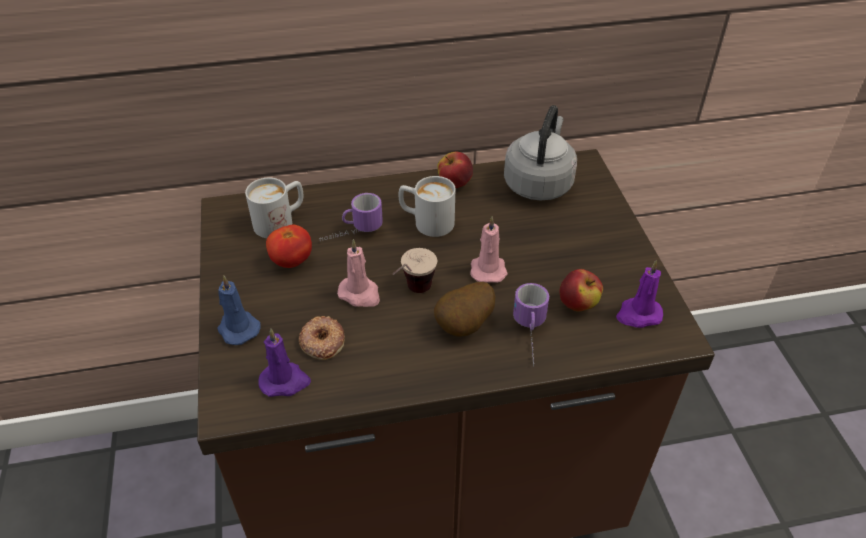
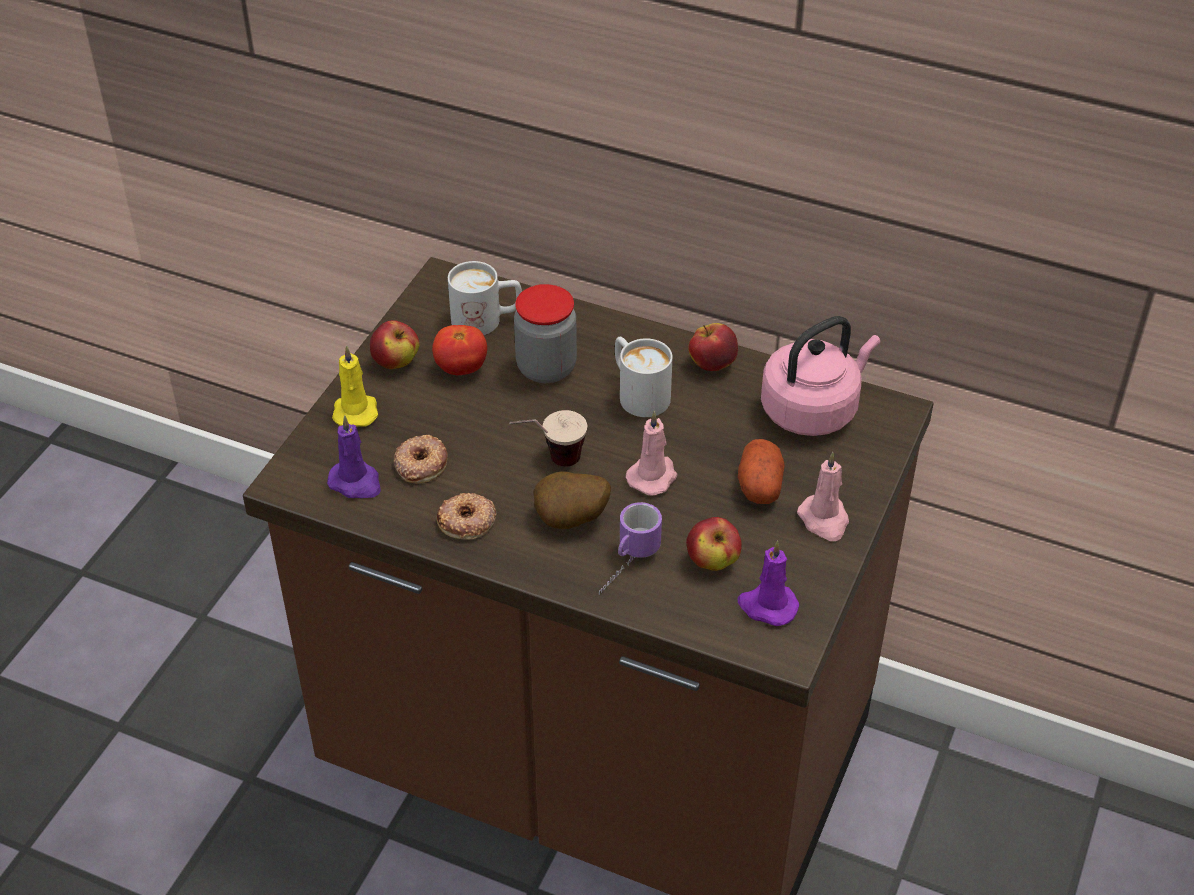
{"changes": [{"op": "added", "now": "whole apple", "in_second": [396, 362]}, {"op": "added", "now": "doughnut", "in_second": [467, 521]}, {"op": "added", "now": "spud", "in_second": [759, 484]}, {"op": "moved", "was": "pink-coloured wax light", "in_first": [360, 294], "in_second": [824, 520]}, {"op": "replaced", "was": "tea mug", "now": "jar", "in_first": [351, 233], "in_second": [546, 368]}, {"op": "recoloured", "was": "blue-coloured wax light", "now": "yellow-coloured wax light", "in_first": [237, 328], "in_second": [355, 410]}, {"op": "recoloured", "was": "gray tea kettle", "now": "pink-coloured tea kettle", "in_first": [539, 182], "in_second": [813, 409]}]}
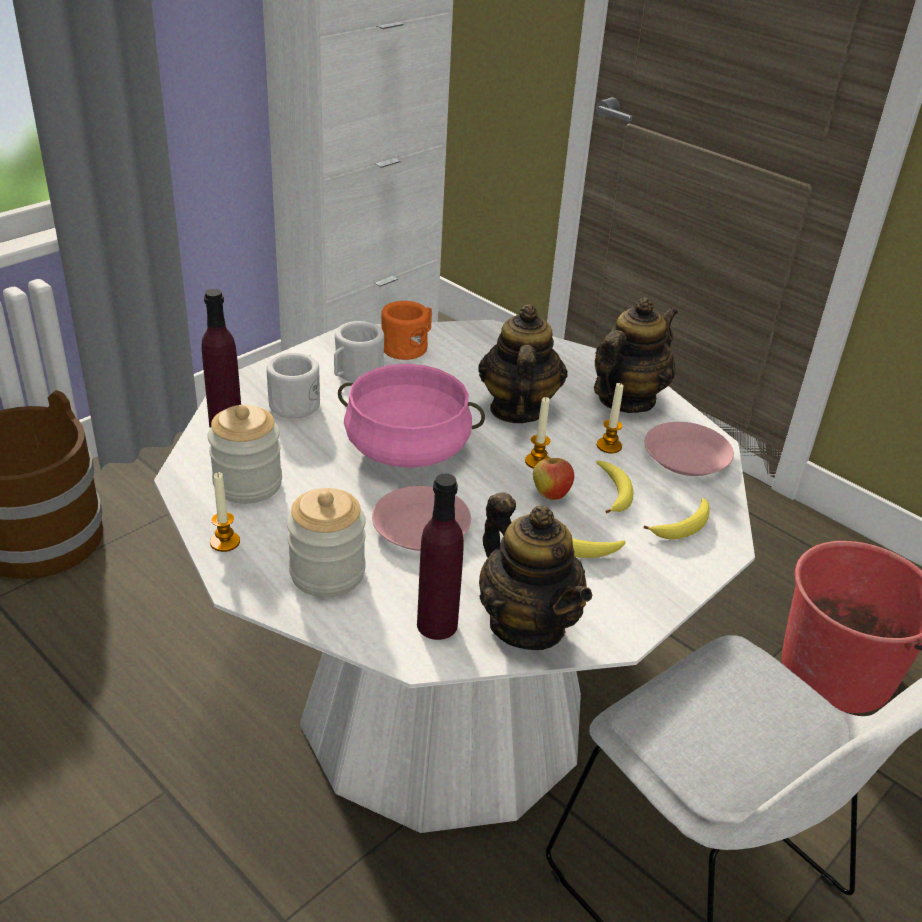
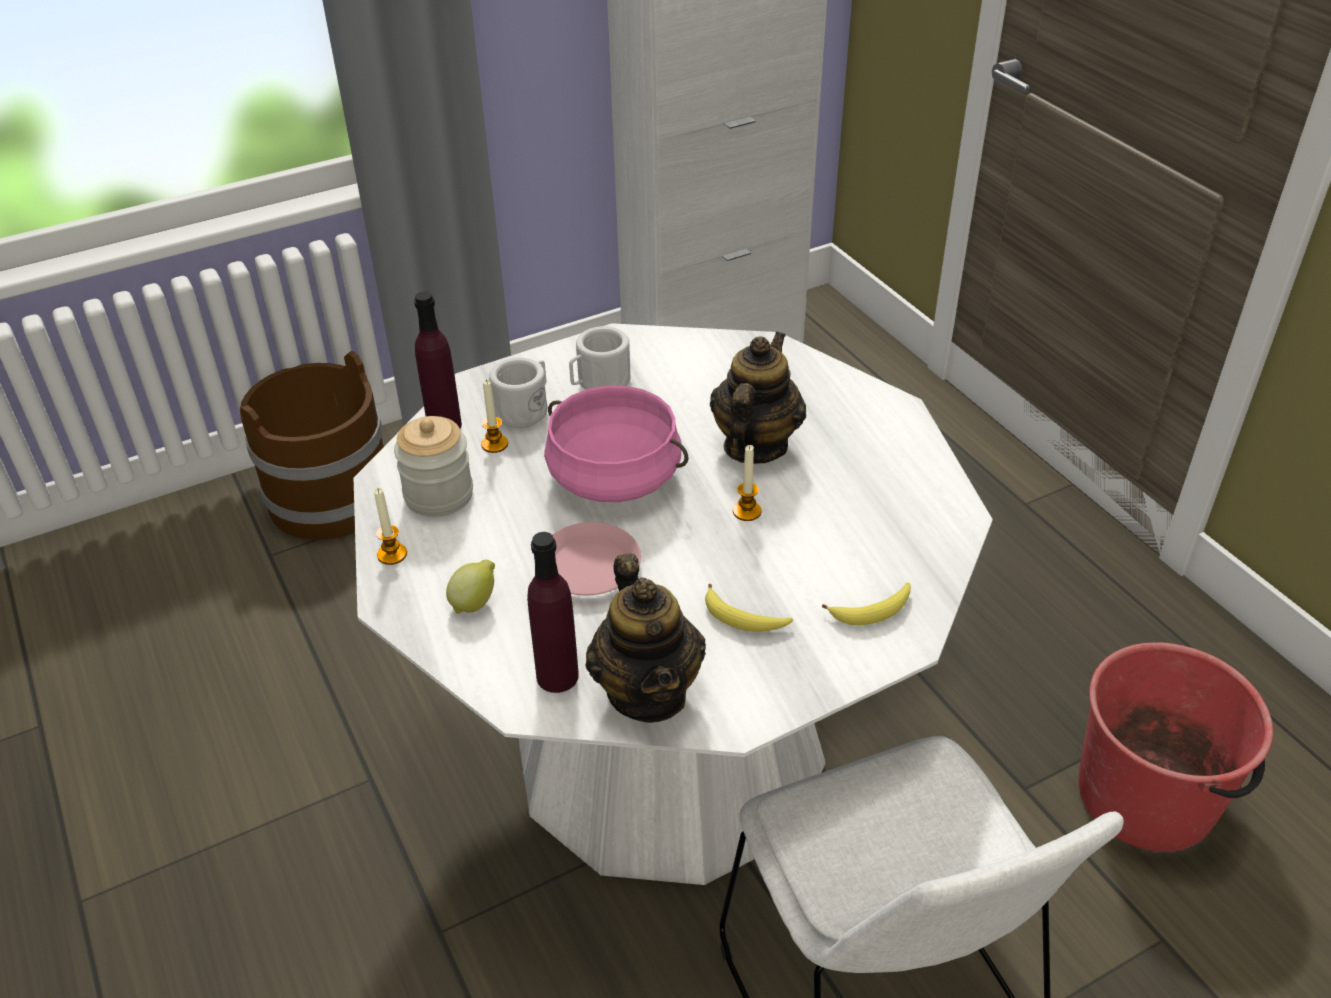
{"changes": [{"op": "removed", "was": "orange-coloured tea mug", "in_first": [408, 347]}, {"op": "removed", "was": "whole apple", "in_first": [550, 494]}, {"op": "removed", "was": "pot for tea", "in_first": [626, 400]}, {"op": "removed", "was": "banana", "in_first": [613, 492]}, {"op": "removed", "was": "pink-coloured plate", "in_first": [686, 456]}, {"op": "moved", "was": "wax light", "in_first": [609, 446], "in_second": [494, 444]}, {"op": "replaced", "was": "jar", "now": "lemon", "in_first": [327, 573], "in_second": [475, 603]}]}
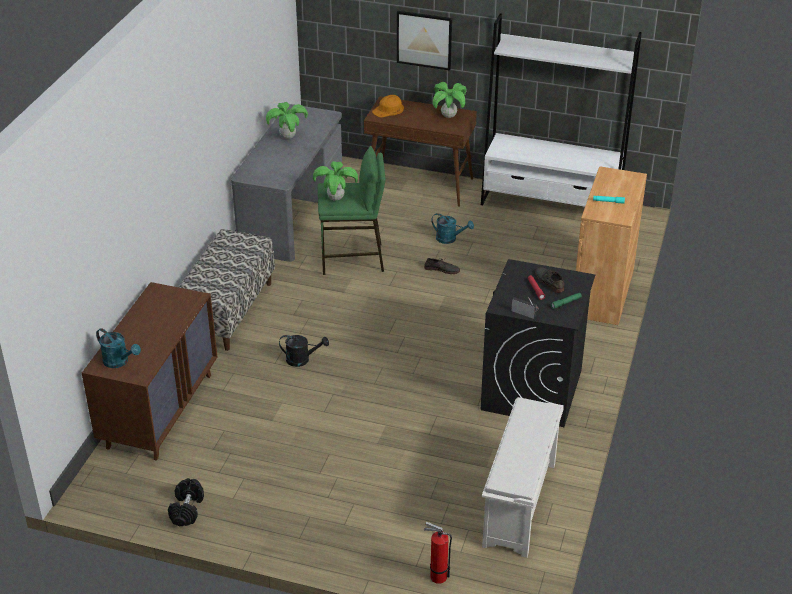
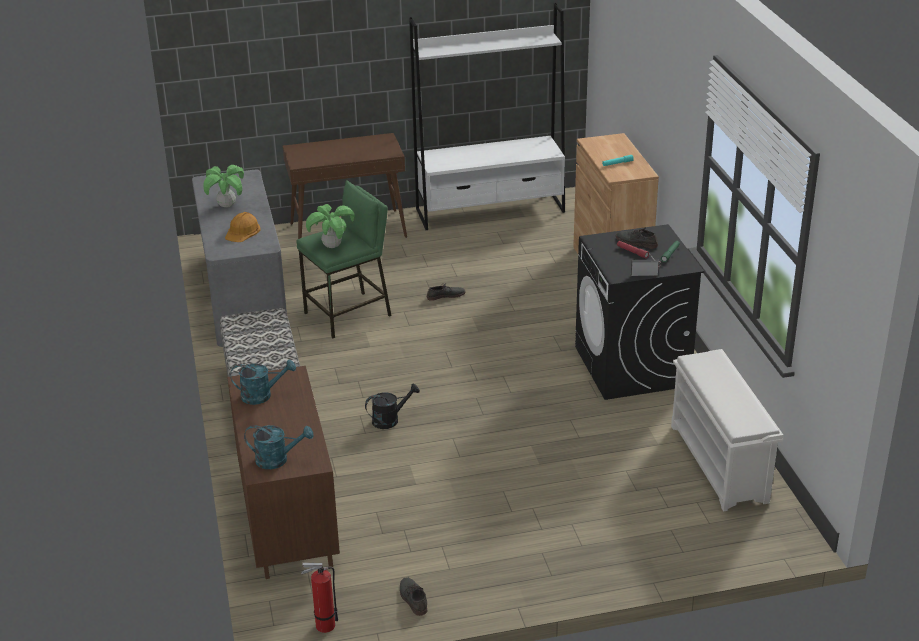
{"changes": [{"op": "removed", "was": "wall picture", "in_first": [424, 40]}, {"op": "removed", "was": "plant in a pot", "in_first": [448, 116]}, {"op": "moved", "was": "orange-coloured hard hat", "in_first": [388, 110], "in_second": [243, 231]}, {"op": "moved", "was": "extinguisher", "in_first": [436, 576], "in_second": [322, 626]}, {"op": "moved", "was": "blue-green watering pot", "in_first": [450, 239], "in_second": [262, 395]}, {"op": "replaced", "was": "blackish free weight", "now": "gray item of footwear", "in_first": [186, 509], "in_second": [412, 598]}]}
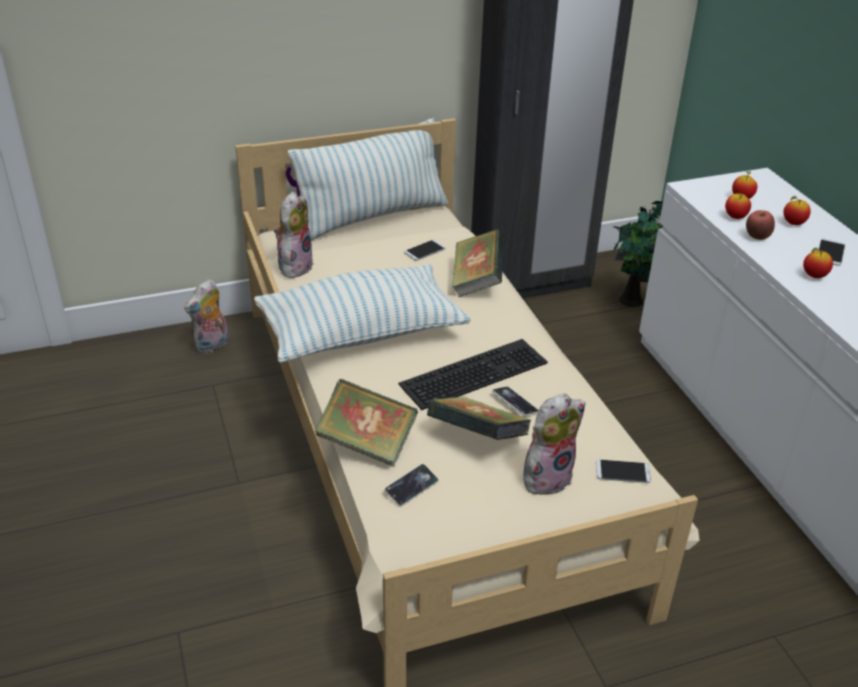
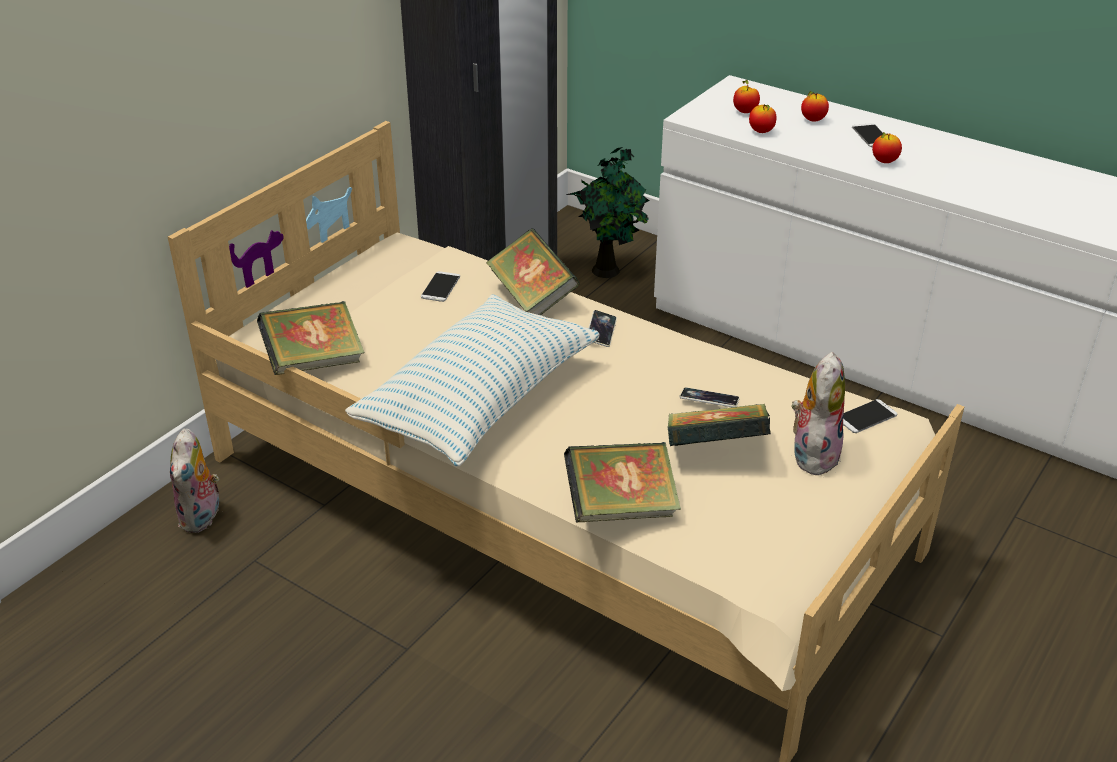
{"changes": [{"op": "removed", "was": "pillow", "in_first": [372, 217]}, {"op": "removed", "was": "PC keyboard", "in_first": [474, 371]}, {"op": "removed", "was": "whole apple", "in_first": [757, 237]}, {"op": "moved", "was": "handset", "in_first": [411, 488], "in_second": [601, 331]}, {"op": "replaced", "was": "cuddly toy", "now": "bound book", "in_first": [294, 266], "in_second": [314, 362]}]}
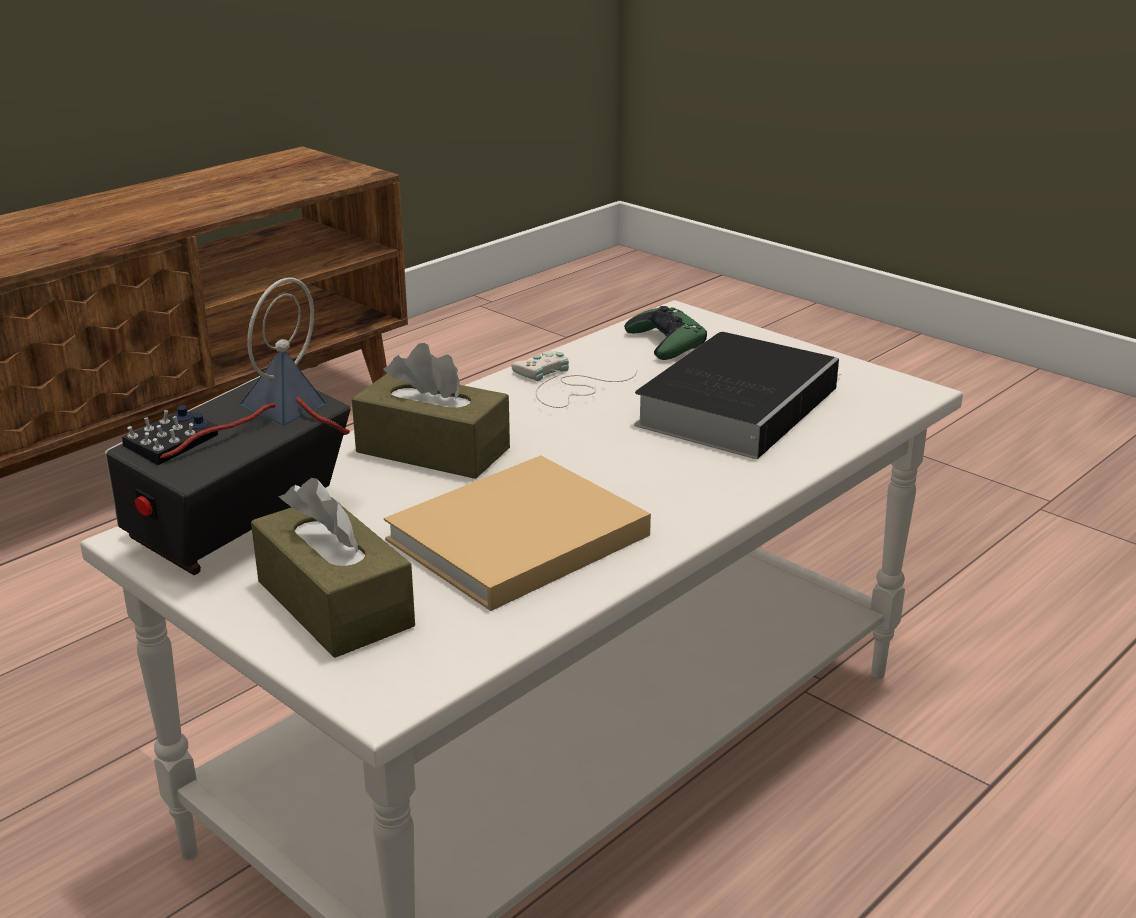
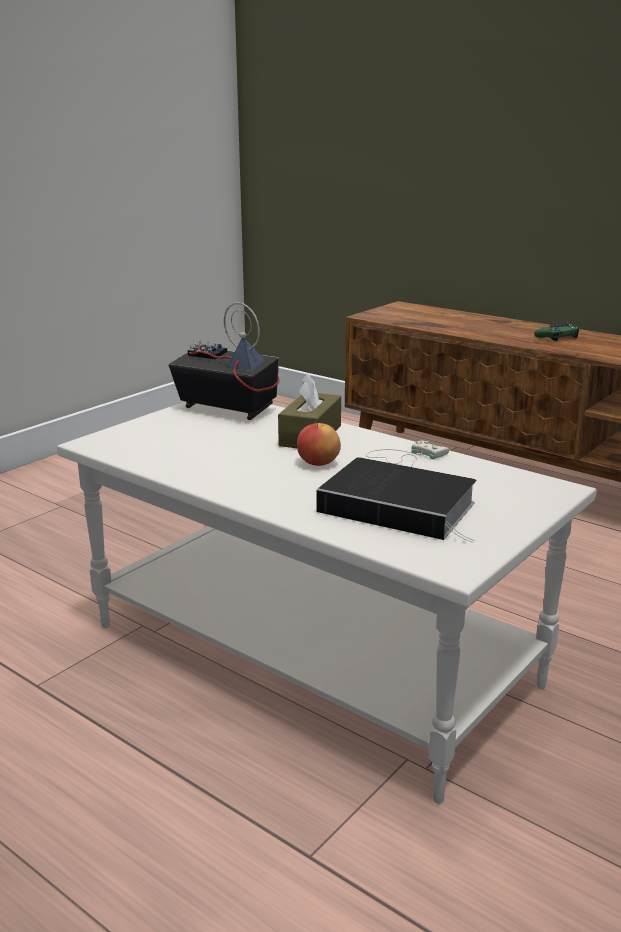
{"changes": [{"op": "removed", "was": "brown-coloured tissue box", "in_first": [334, 603]}, {"op": "removed", "was": "beige bound book", "in_first": [512, 540]}, {"op": "added", "now": "whole apple", "in_second": [318, 463]}, {"op": "moved", "was": "greenish gamepad", "in_first": [666, 343], "in_second": [557, 337]}]}
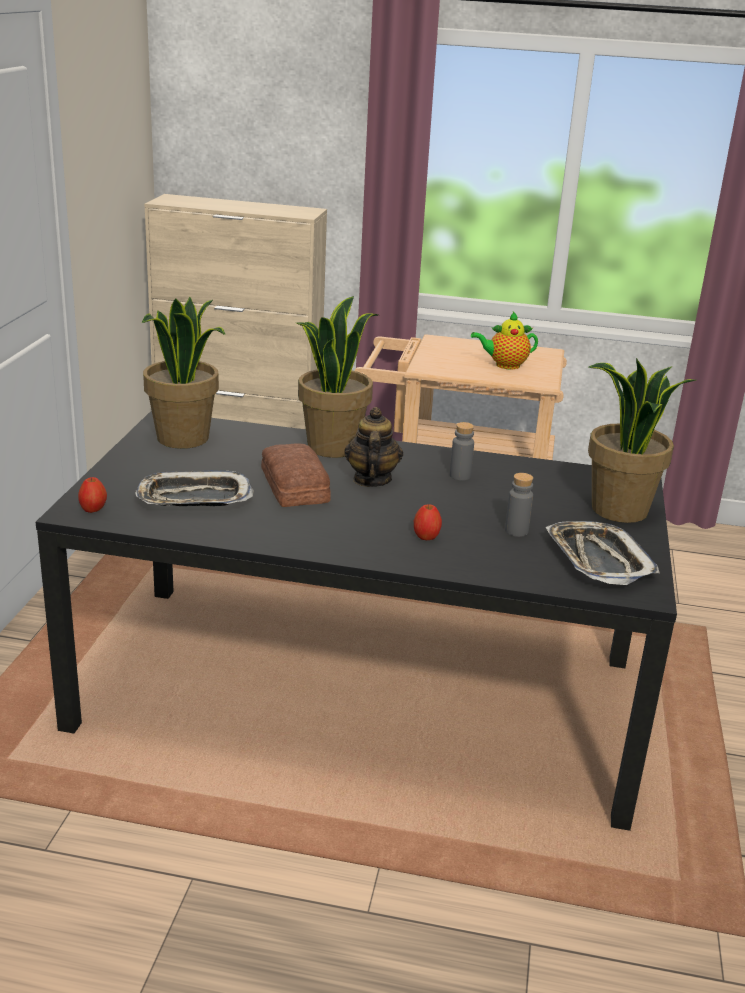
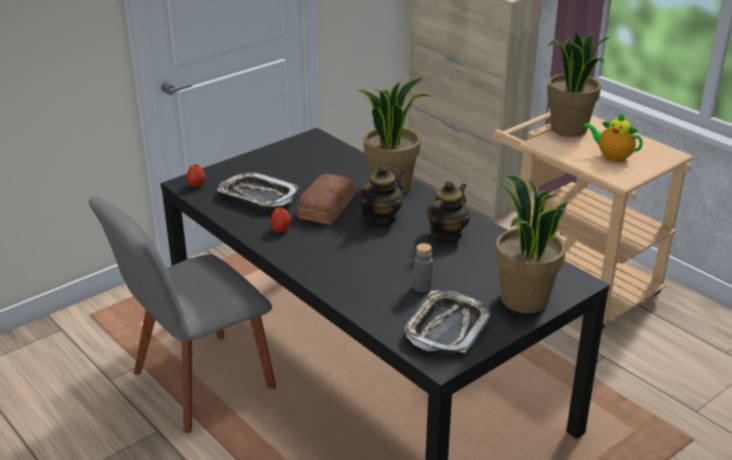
{"changes": [{"op": "added", "now": "gray upright chair", "in_second": [197, 384]}, {"op": "moved", "was": "plant in a pot", "in_first": [184, 438], "in_second": [569, 129]}, {"op": "moved", "was": "whole apple", "in_first": [426, 537], "in_second": [281, 230]}, {"op": "replaced", "was": "gray drink bottle", "now": "pot for tea", "in_first": [460, 476], "in_second": [446, 235]}]}
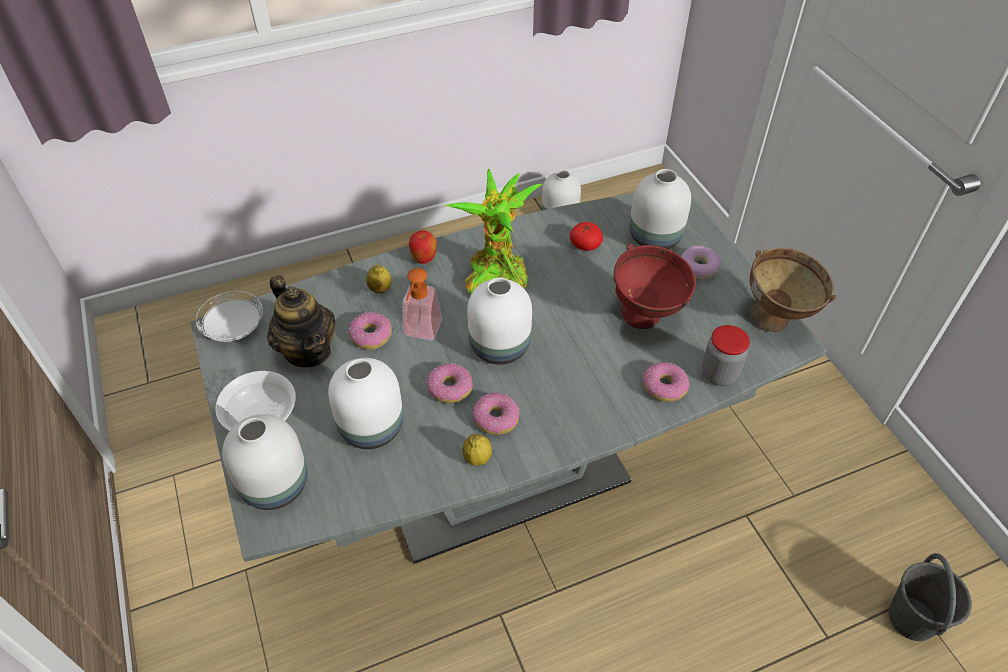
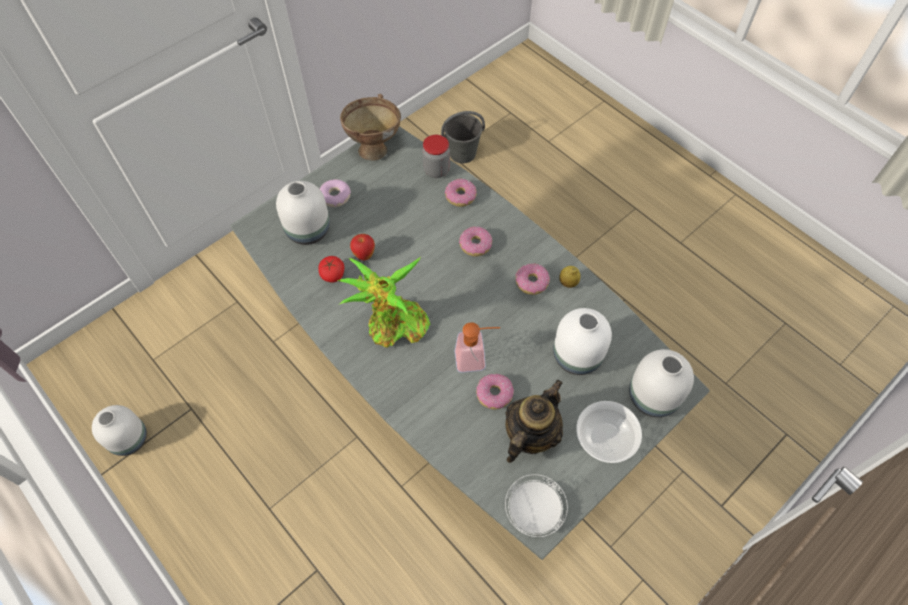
{"changes": [{"op": "removed", "was": "lemon", "in_first": [380, 289]}, {"op": "removed", "was": "white-coloured decorative vase", "in_first": [501, 348]}, {"op": "removed", "was": "red deep dish", "in_first": [647, 320]}, {"op": "moved", "was": "whole apple", "in_first": [424, 260], "in_second": [364, 255]}, {"op": "moved", "was": "doughnut", "in_first": [449, 388], "in_second": [475, 245]}]}
